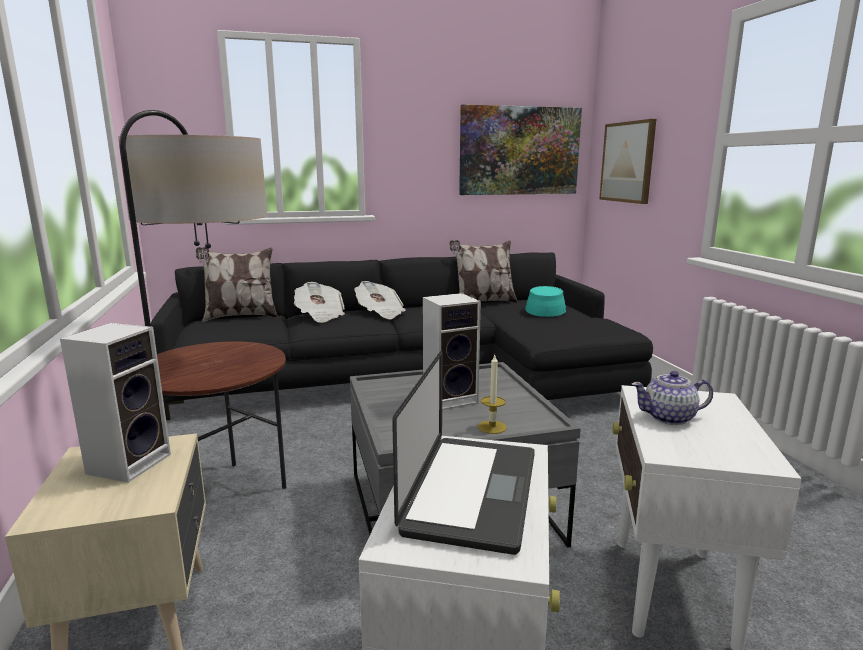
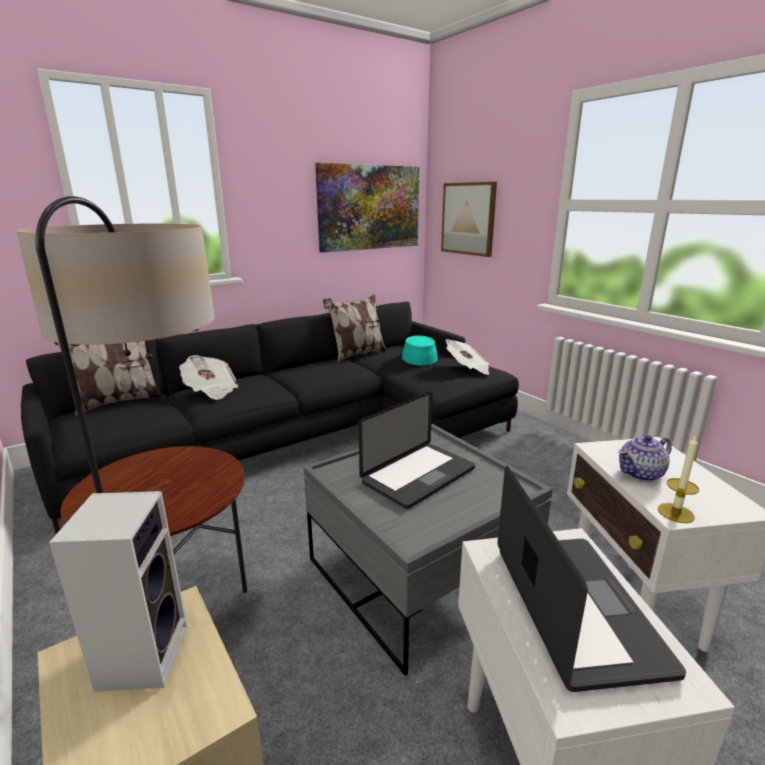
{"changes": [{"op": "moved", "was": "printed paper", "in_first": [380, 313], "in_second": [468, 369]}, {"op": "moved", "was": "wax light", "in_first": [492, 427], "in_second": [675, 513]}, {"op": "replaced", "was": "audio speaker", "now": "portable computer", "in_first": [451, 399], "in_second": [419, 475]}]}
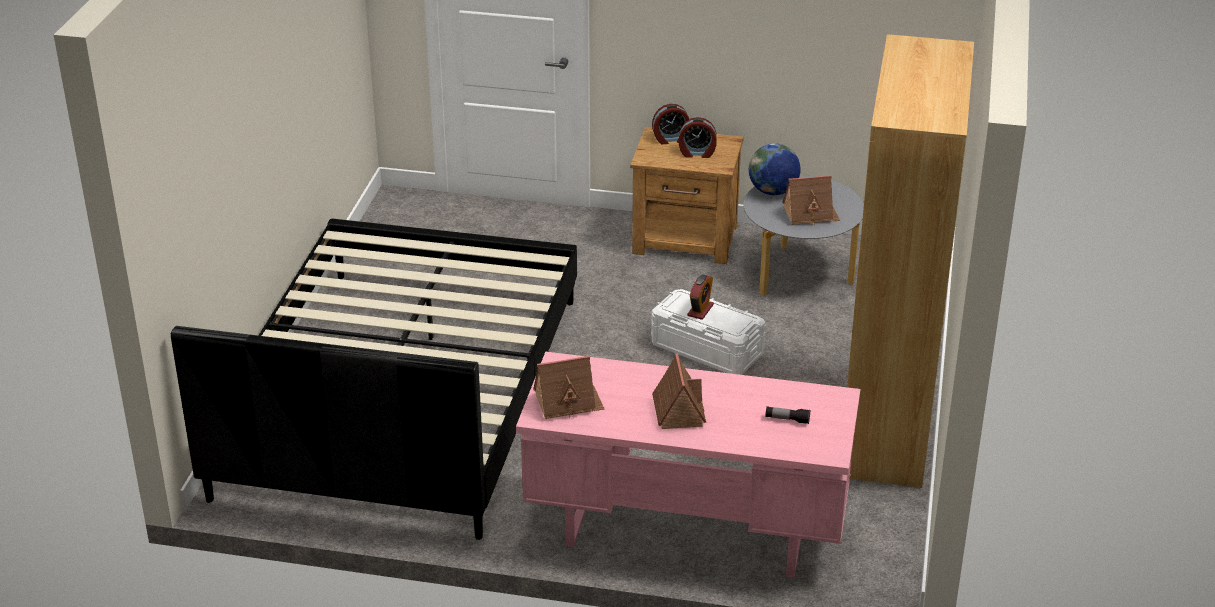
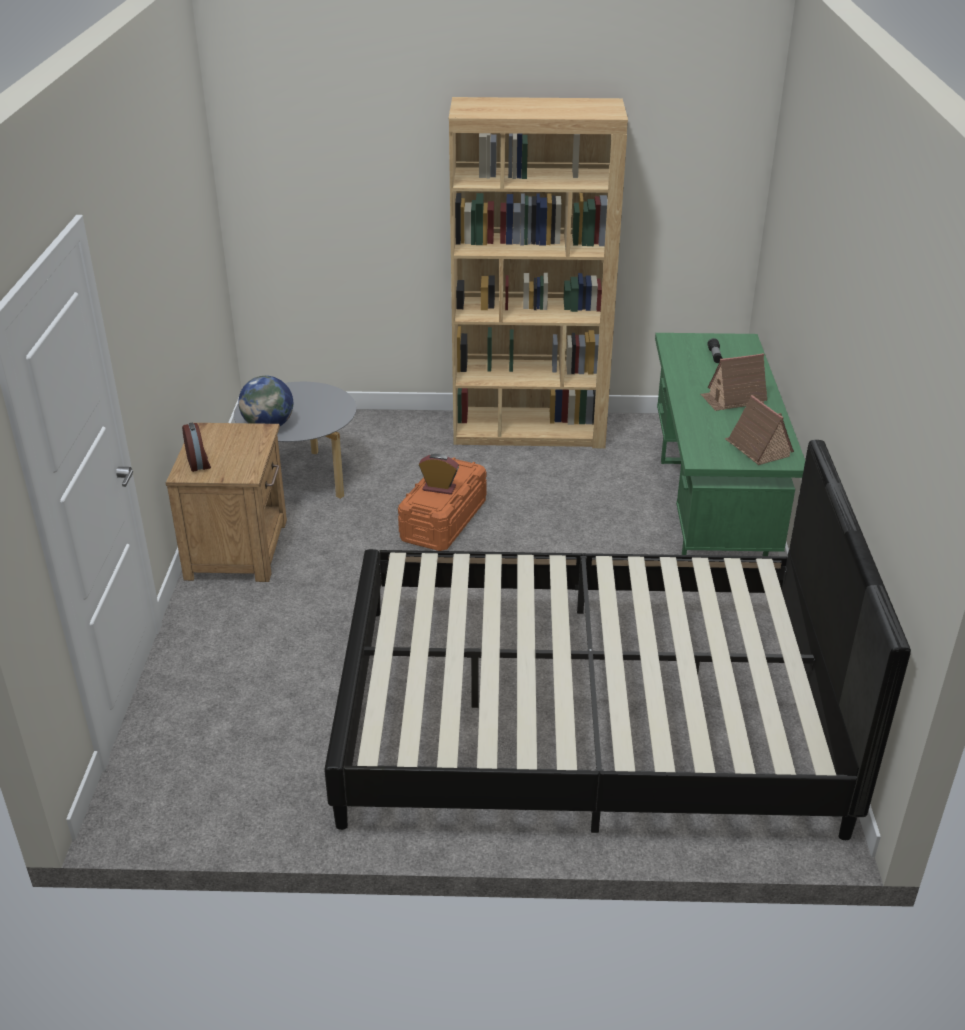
{"changes": [{"op": "removed", "was": "bedside clock", "in_first": [697, 153]}, {"op": "removed", "was": "miniature house", "in_first": [810, 214]}, {"op": "recoloured", "was": "pink-coloured desk", "now": "greenish desk", "in_first": [684, 531], "in_second": [711, 512]}, {"op": "recoloured", "was": "white-coloured storage box", "now": "orange-coloured storage box", "in_first": [706, 349], "in_second": [443, 521]}]}
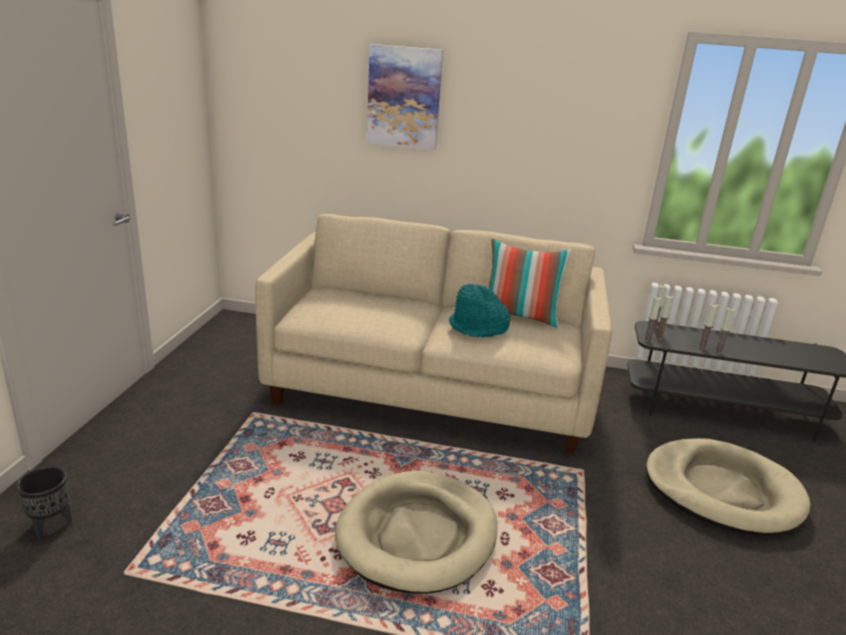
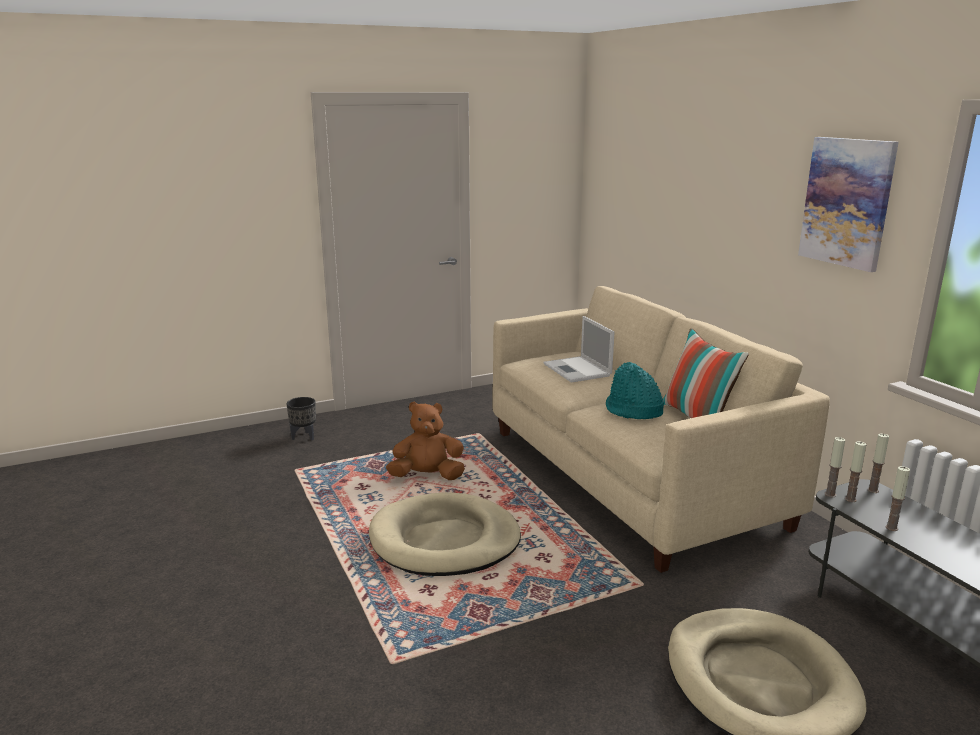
{"changes": [{"op": "removed", "was": "wax light", "in_first": [718, 352]}, {"op": "added", "now": "brown-coloured cuddly toy", "in_second": [427, 476]}, {"op": "added", "now": "portable computer", "in_second": [578, 370]}, {"op": "moved", "was": "wall picture", "in_first": [404, 97], "in_second": [847, 202]}]}
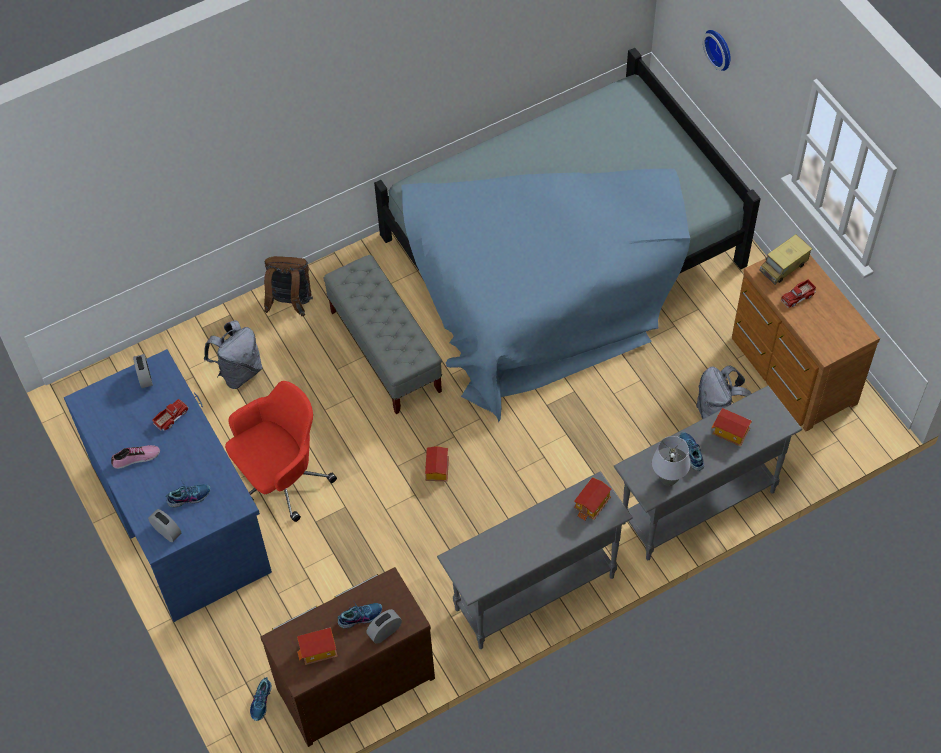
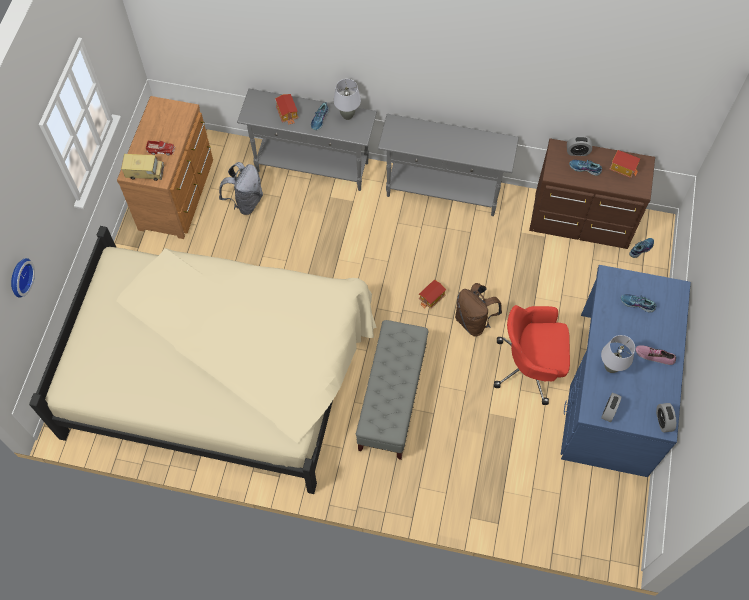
{"changes": [{"op": "removed", "was": "gray rucksack", "in_first": [239, 372]}, {"op": "removed", "was": "miniature house", "in_first": [592, 504]}, {"op": "moved", "was": "bedside clock", "in_first": [167, 531], "in_second": [663, 421]}, {"op": "moved", "was": "brown-coloured rucksack", "in_first": [290, 303], "in_second": [474, 321]}, {"op": "replaced", "was": "toy lorry", "now": "gray tabletop lamp", "in_first": [171, 417], "in_second": [611, 367]}, {"op": "recoloured", "was": "blue-coloured sleeping bed", "now": "beige sleeping bed", "in_first": [560, 261], "in_second": [222, 370]}]}
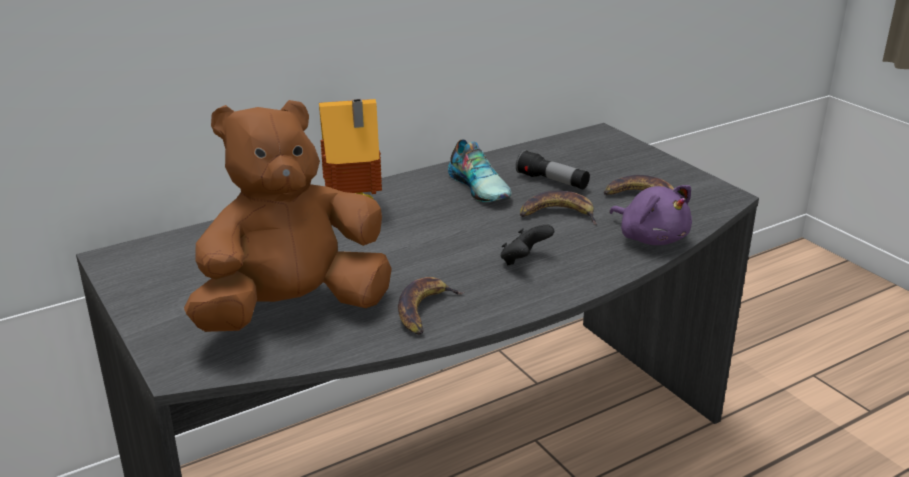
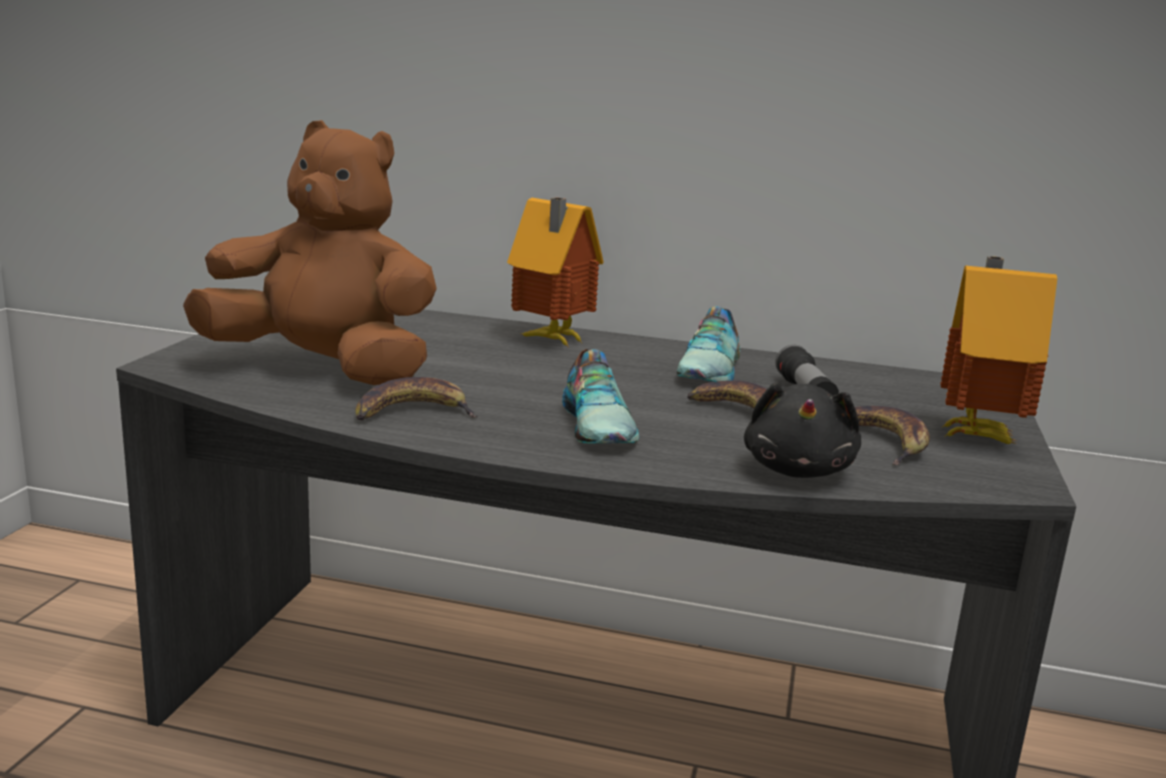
{"changes": [{"op": "added", "now": "miniature house", "in_second": [977, 435]}, {"op": "replaced", "was": "blackish gamepad", "now": "item of footwear", "in_first": [524, 261], "in_second": [599, 425]}, {"op": "recoloured", "was": "purple cuddly toy", "now": "blackish cuddly toy", "in_first": [651, 238], "in_second": [798, 470]}]}
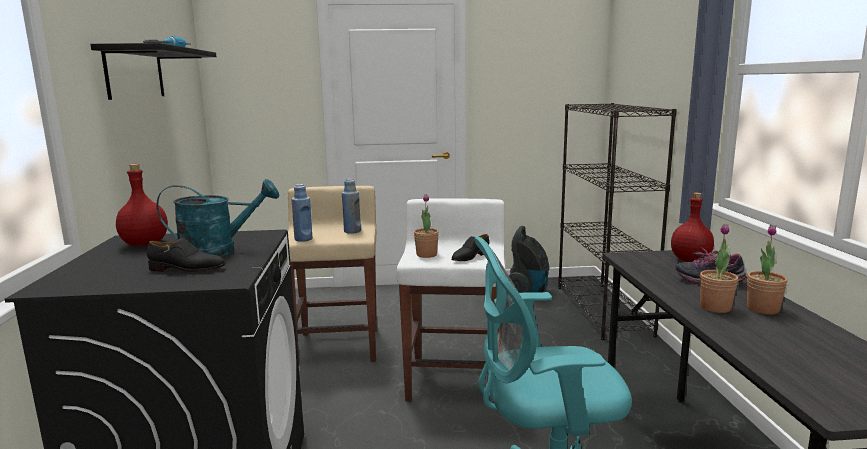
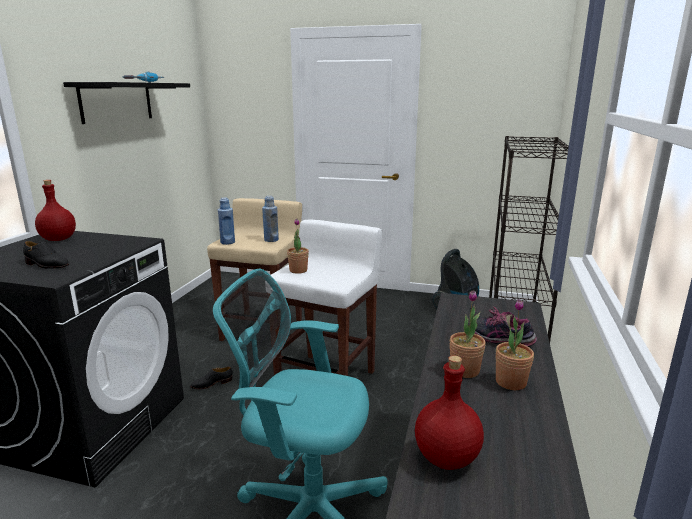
{"changes": [{"op": "removed", "was": "blue-green watering pot", "in_first": [218, 251]}, {"op": "moved", "was": "blackish item of footwear", "in_first": [470, 257], "in_second": [212, 384]}, {"op": "moved", "was": "red drink bottle", "in_first": [691, 260], "in_second": [447, 458]}]}
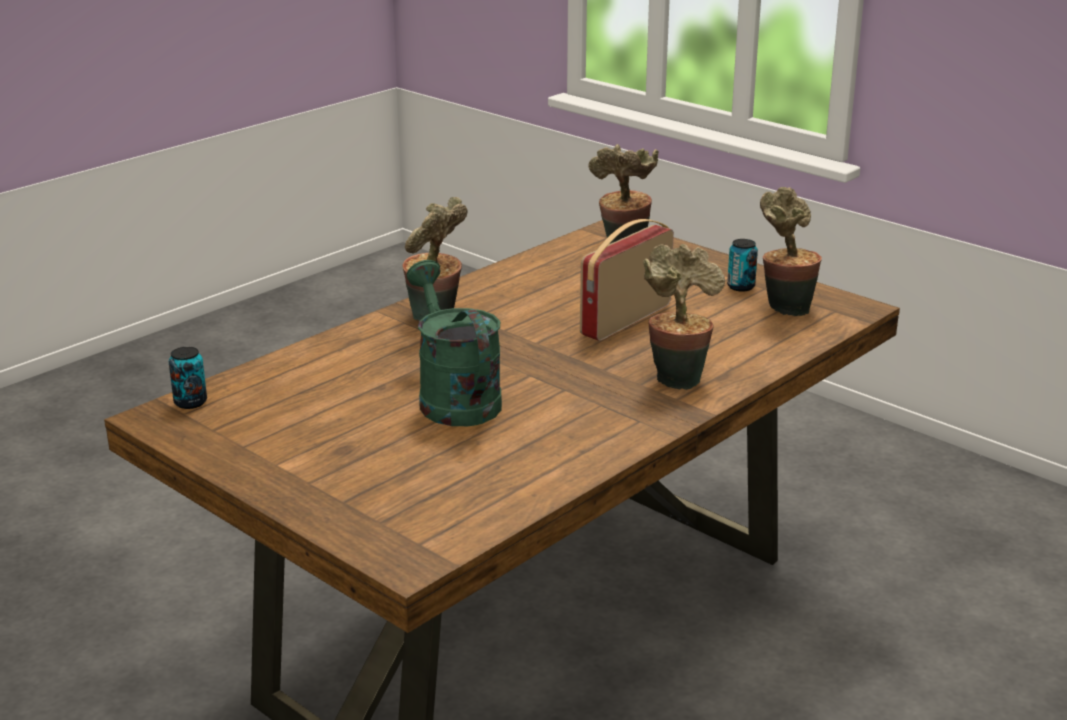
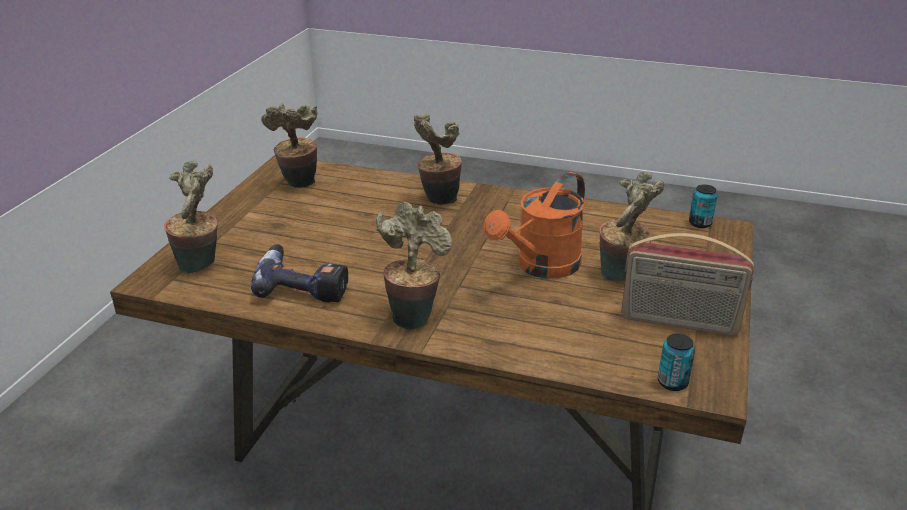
{"changes": [{"op": "added", "now": "power drill", "in_second": [303, 284]}, {"op": "added", "now": "plant in a pot", "in_second": [622, 276]}, {"op": "moved", "was": "radio receiver", "in_first": [624, 319], "in_second": [679, 322]}, {"op": "moved", "was": "sealed can", "in_first": [741, 287], "in_second": [700, 223]}, {"op": "recoloured", "was": "greenish watering pot", "now": "orange-coloured watering pot", "in_first": [453, 397], "in_second": [541, 267]}]}
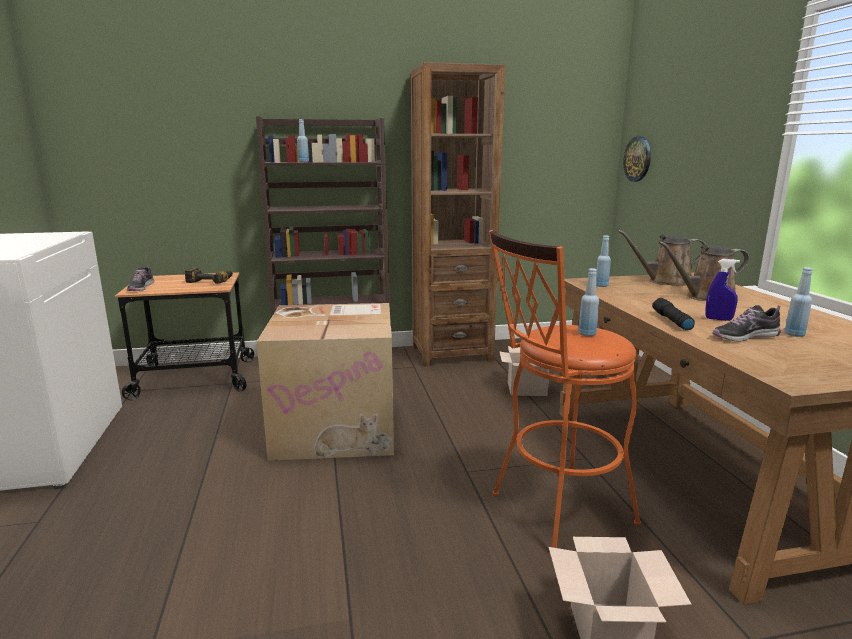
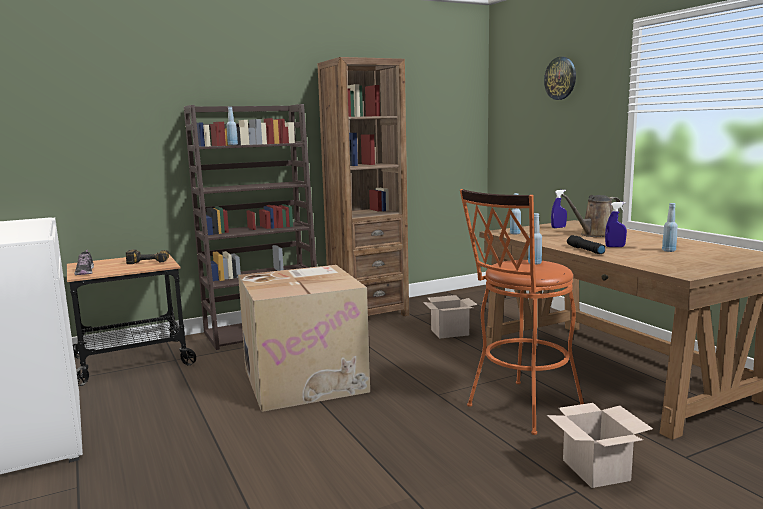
{"changes": [{"op": "removed", "was": "item of footwear", "in_first": [744, 337]}, {"op": "moved", "was": "wall clock", "in_first": [638, 159], "in_second": [560, 78]}, {"op": "replaced", "was": "brown-coloured watering pot", "now": "blue-coloured hand sprayer", "in_first": [665, 281], "in_second": [558, 227]}]}
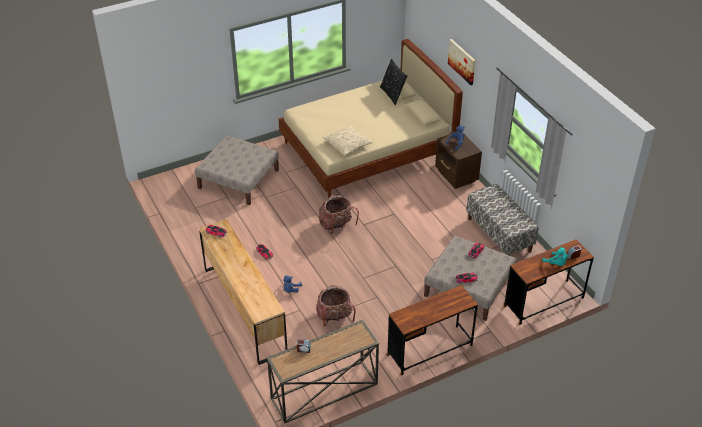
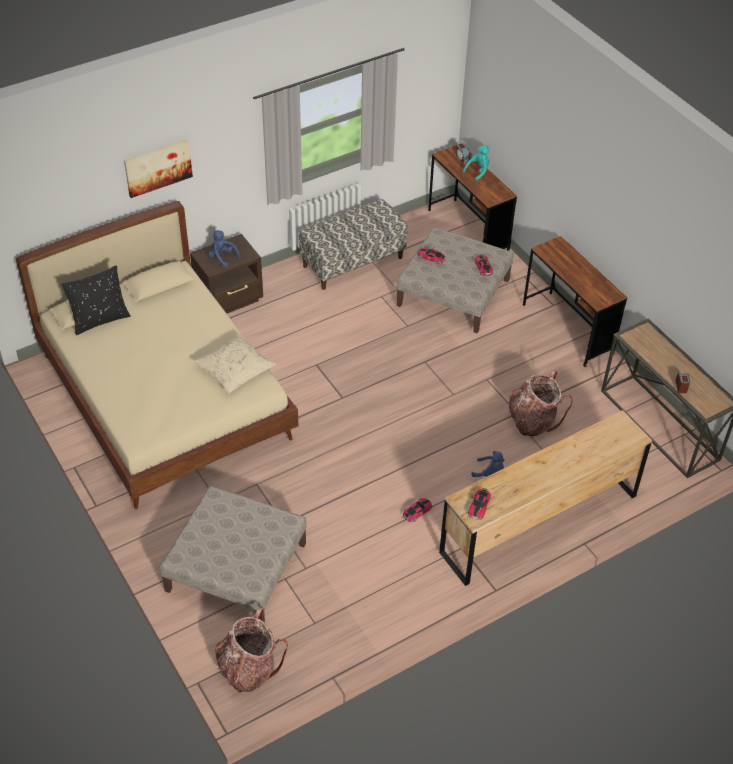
{"changes": [{"op": "moved", "was": "rucksack", "in_first": [336, 226], "in_second": [248, 668]}]}
